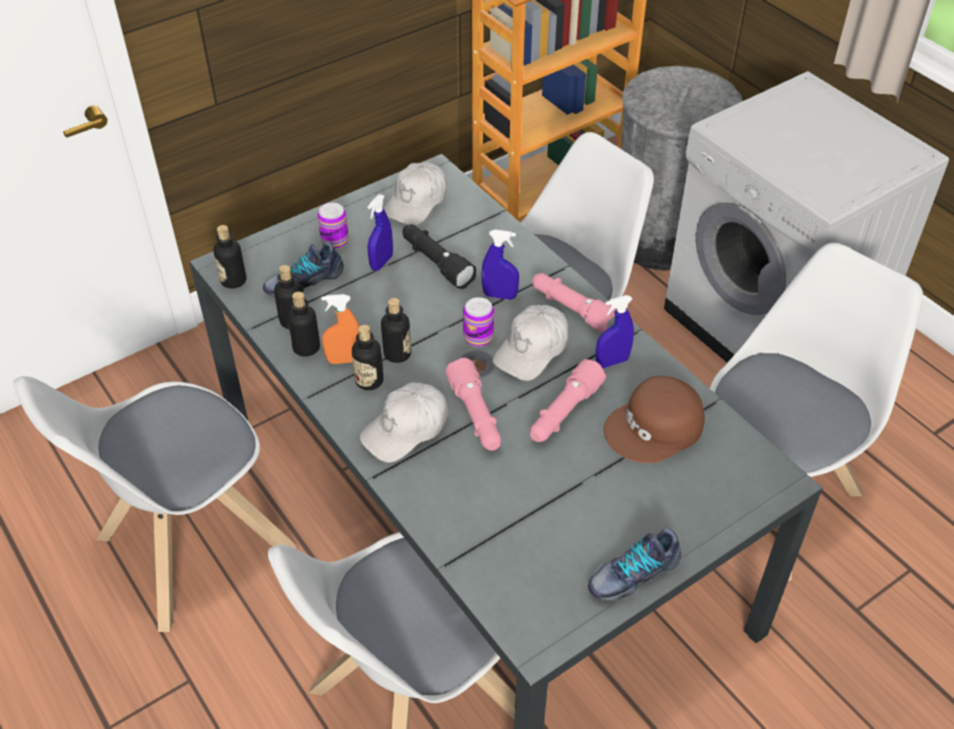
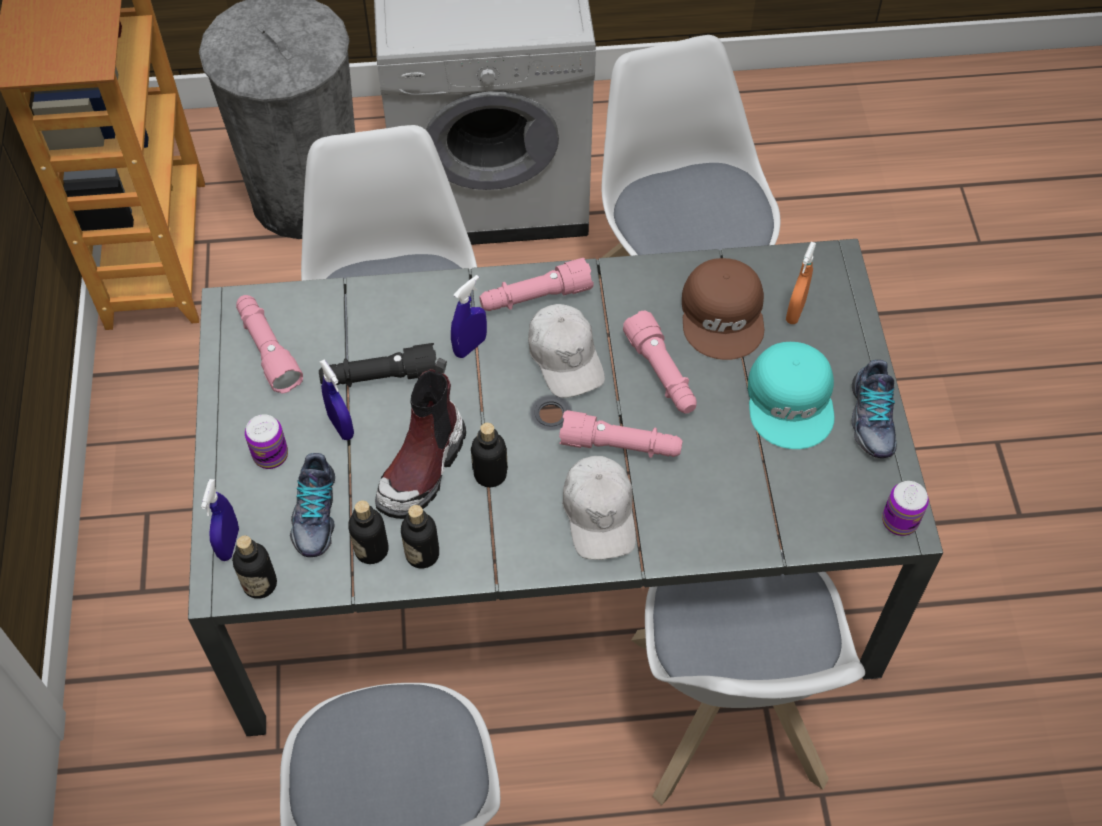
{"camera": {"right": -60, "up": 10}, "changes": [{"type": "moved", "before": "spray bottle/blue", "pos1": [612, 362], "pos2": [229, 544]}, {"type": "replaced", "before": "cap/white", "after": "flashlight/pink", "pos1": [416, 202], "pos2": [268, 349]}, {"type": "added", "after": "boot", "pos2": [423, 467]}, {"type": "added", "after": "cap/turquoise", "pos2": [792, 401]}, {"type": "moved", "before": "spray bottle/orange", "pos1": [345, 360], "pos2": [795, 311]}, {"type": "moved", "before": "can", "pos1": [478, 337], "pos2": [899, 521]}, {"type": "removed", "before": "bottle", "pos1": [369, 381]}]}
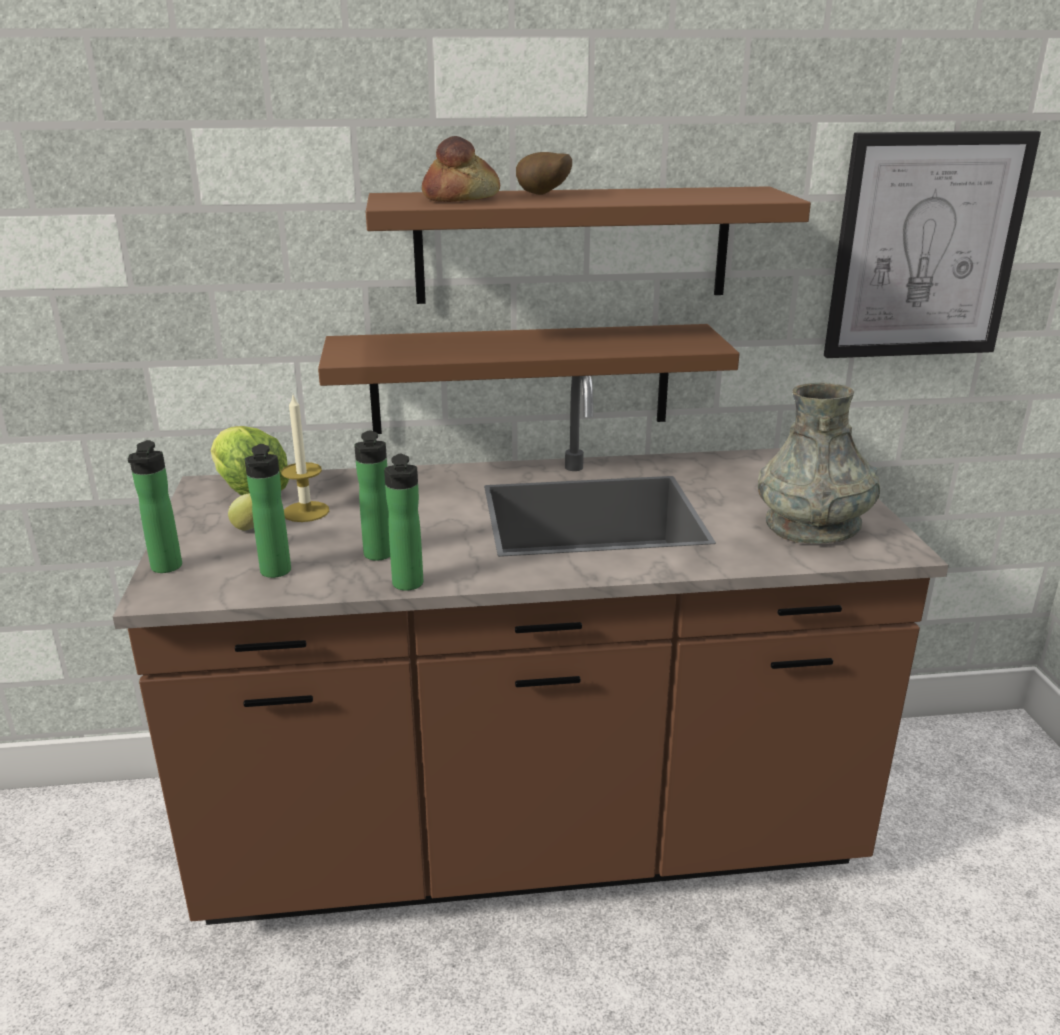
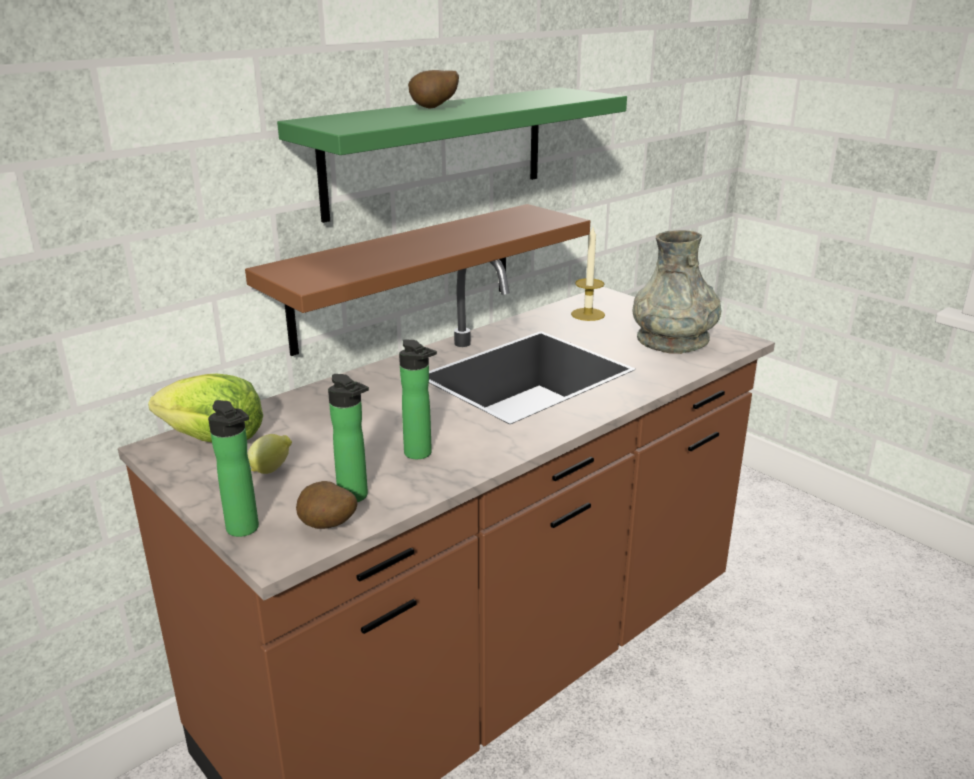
{"camera": {"right": -35, "up": 0}, "changes": [{"type": "recoloured", "before": "shelf/brown", "after": "shelf/green", "pos1": [573, 245], "pos2": [437, 151]}, {"type": "added", "after": "potato", "pos2": [327, 528]}, {"type": "moved", "before": "candle", "pos1": [306, 511], "pos2": [588, 314]}, {"type": "removed", "before": "bottle", "pos1": [408, 586]}, {"type": "removed", "before": "bread", "pos1": [461, 198]}, {"type": "removed", "before": "picture", "pos1": [925, 247]}]}
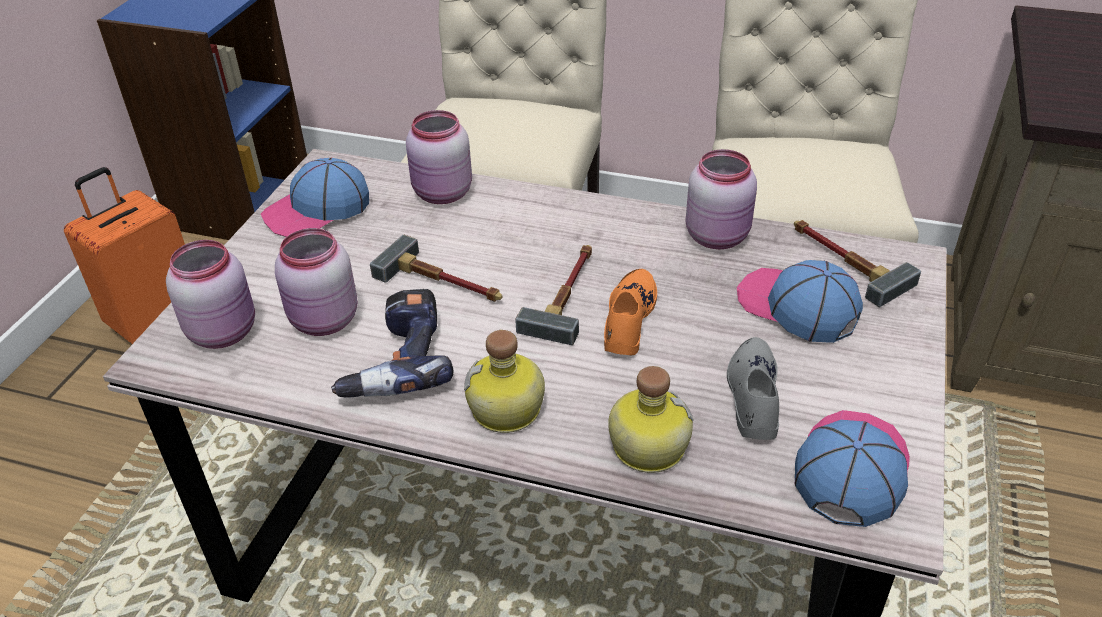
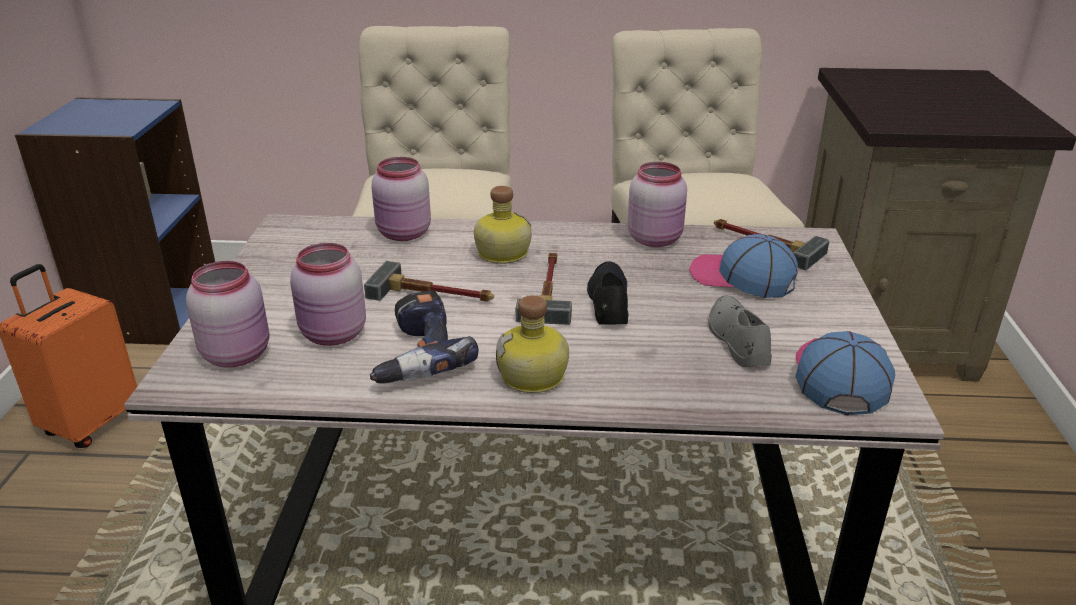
{"camera": {"right": -15, "up": -10}, "changes": [{"type": "moved", "before": "bottle", "pos1": [646, 445], "pos2": [501, 253]}, {"type": "recoloured", "before": "shoe/orange", "after": "shoe/black", "pos1": [628, 319], "pos2": [608, 301]}, {"type": "removed", "before": "cap", "pos1": [317, 210]}]}
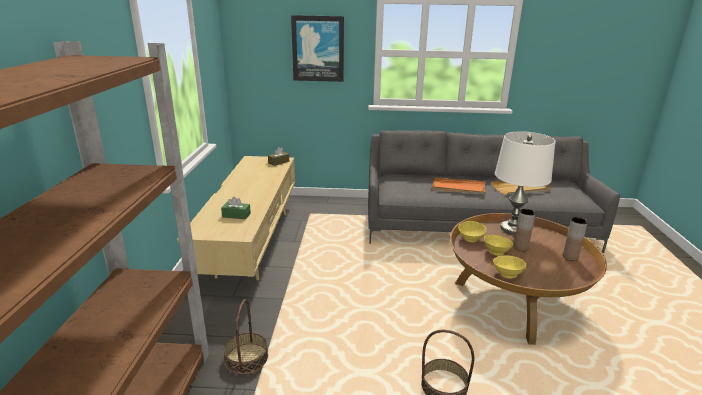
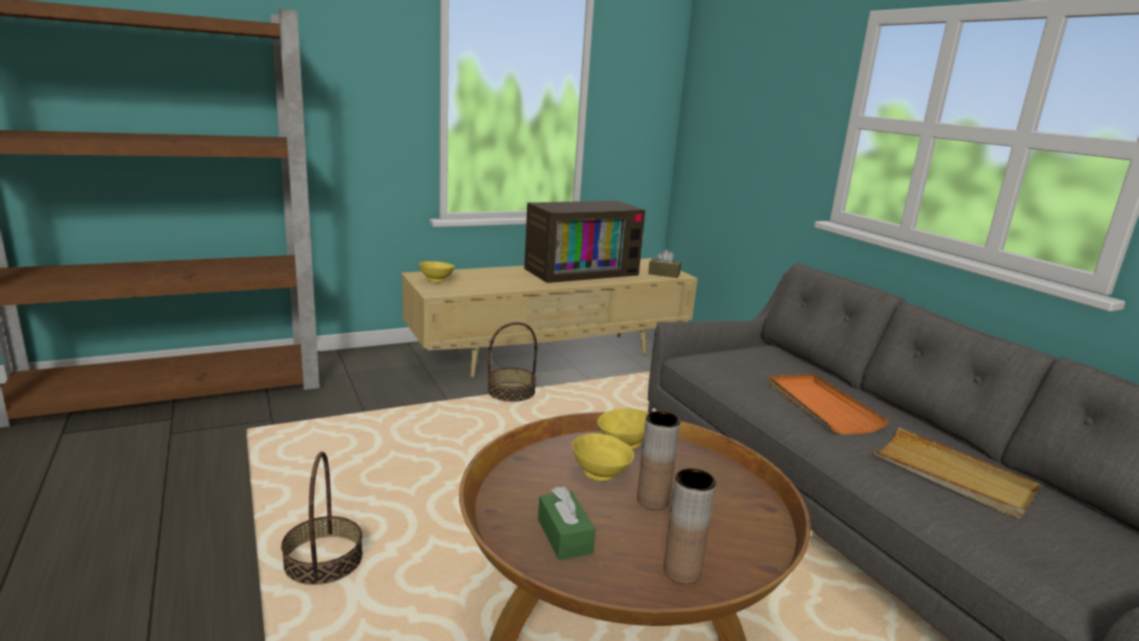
{"camera": {"right": 60, "up": -5}, "changes": [{"type": "moved", "before": "bowl/yellow", "pos1": [507, 274], "pos2": [437, 280]}, {"type": "moved", "before": "basket", "pos1": [246, 358], "pos2": [511, 392]}, {"type": "added", "after": "television", "pos2": [581, 271]}, {"type": "moved", "before": "tissue box/green", "pos1": [236, 215], "pos2": [564, 536]}, {"type": "removed", "before": "picture", "pos1": [318, 49]}, {"type": "removed", "before": "table lamp/white", "pos1": [513, 229]}]}
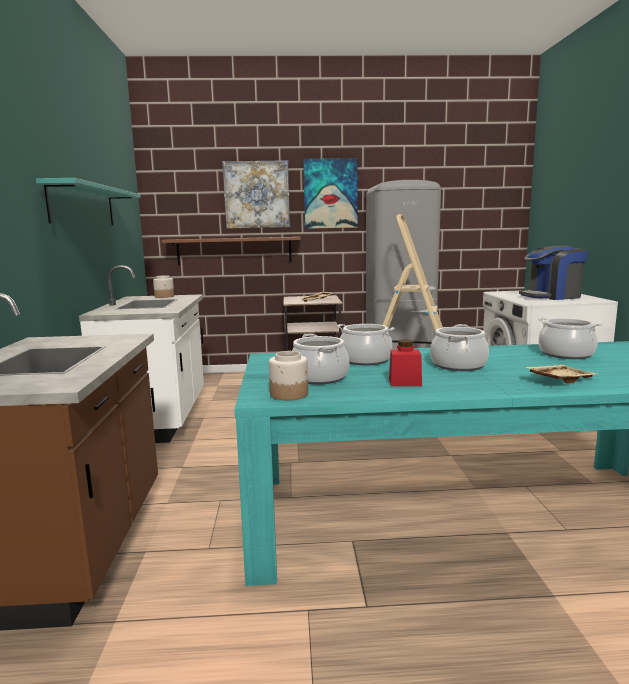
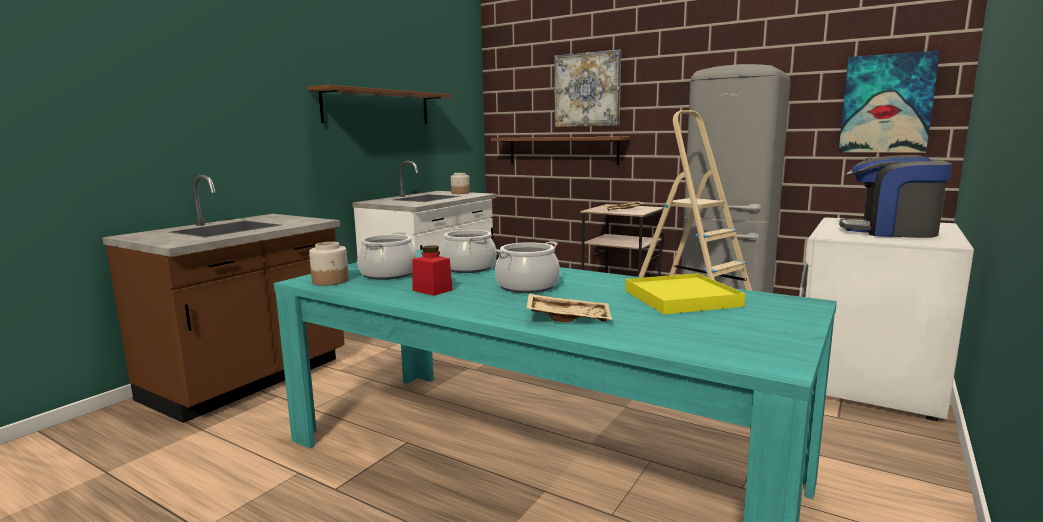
{"camera": {"right": 35, "up": 0}, "changes": [{"type": "recoloured", "before": "shelf/turquoise", "after": "shelf/brown", "pos1": [83, 206], "pos2": [378, 107]}, {"type": "replaced", "before": "cooking pot", "after": "tray/yellow", "pos1": [566, 354], "pos2": [681, 298]}, {"type": "moved", "before": "picture", "pos1": [330, 194], "pos2": [886, 104]}]}
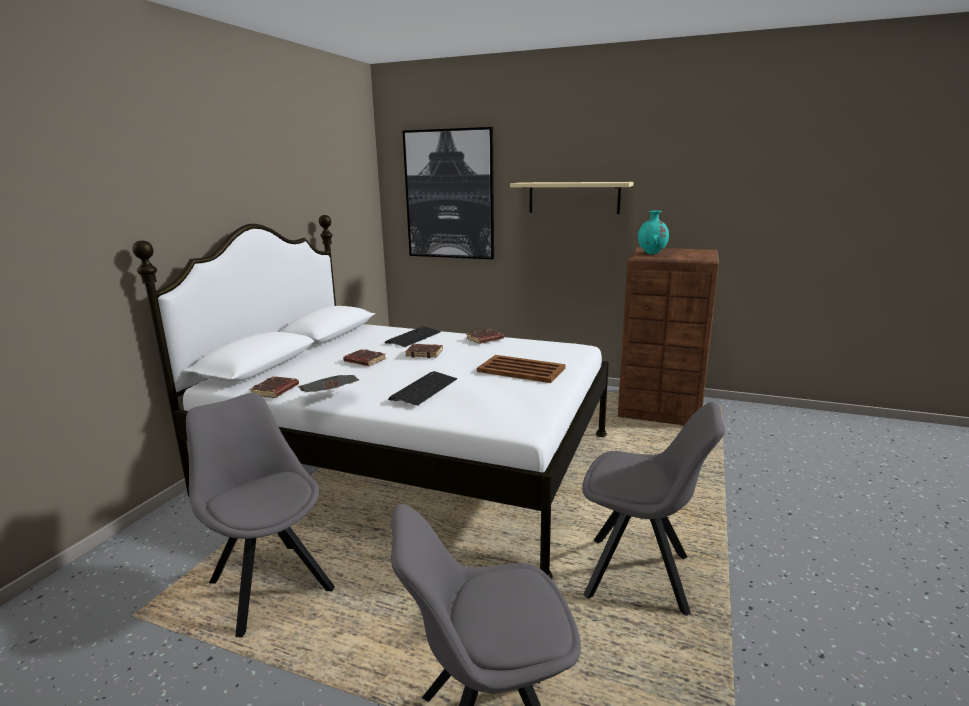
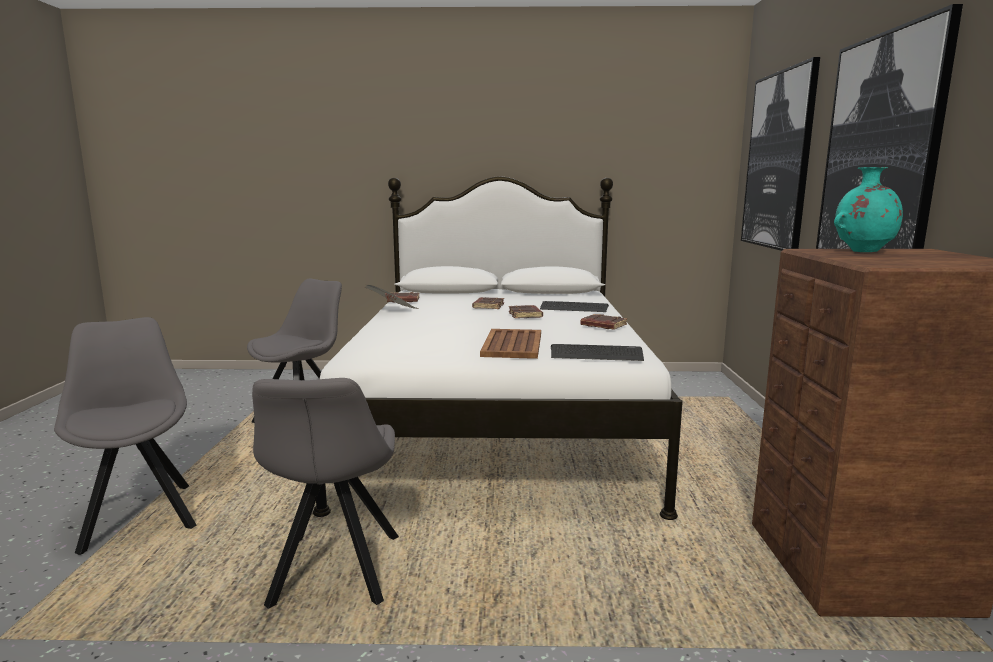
{"camera": {"right": 70, "up": -5}, "changes": [{"type": "moved", "before": "keyboard", "pos1": [424, 389], "pos2": [596, 354]}, {"type": "replaced", "before": "shelf/beige", "after": "picture", "pos1": [574, 197], "pos2": [879, 156]}]}
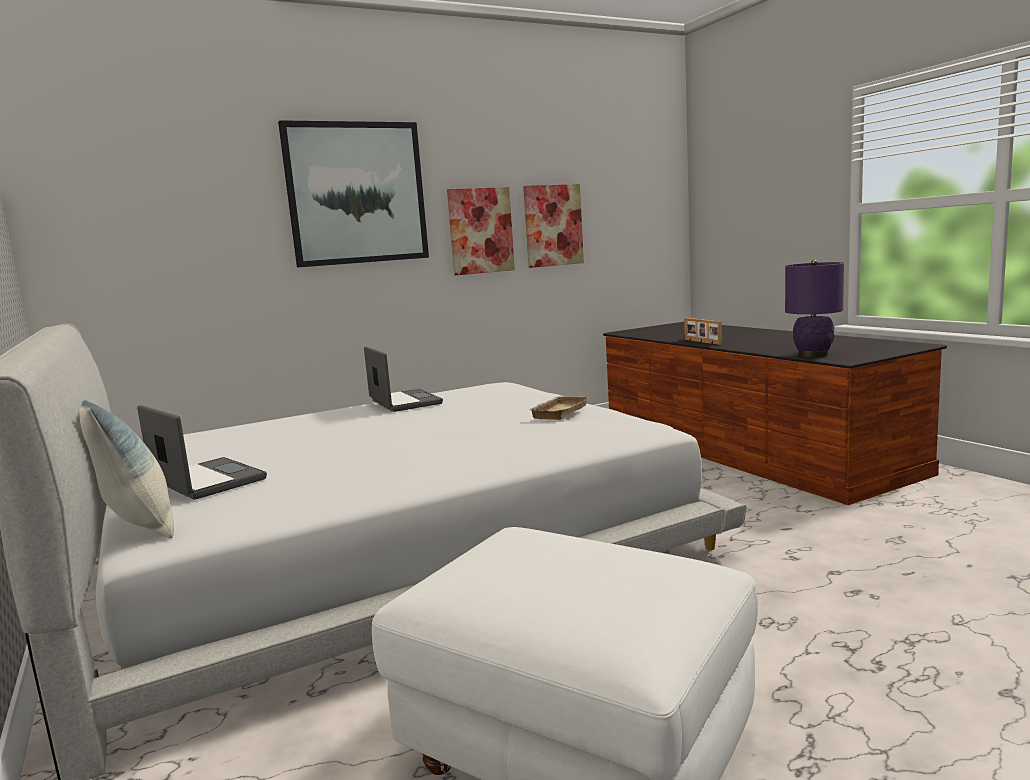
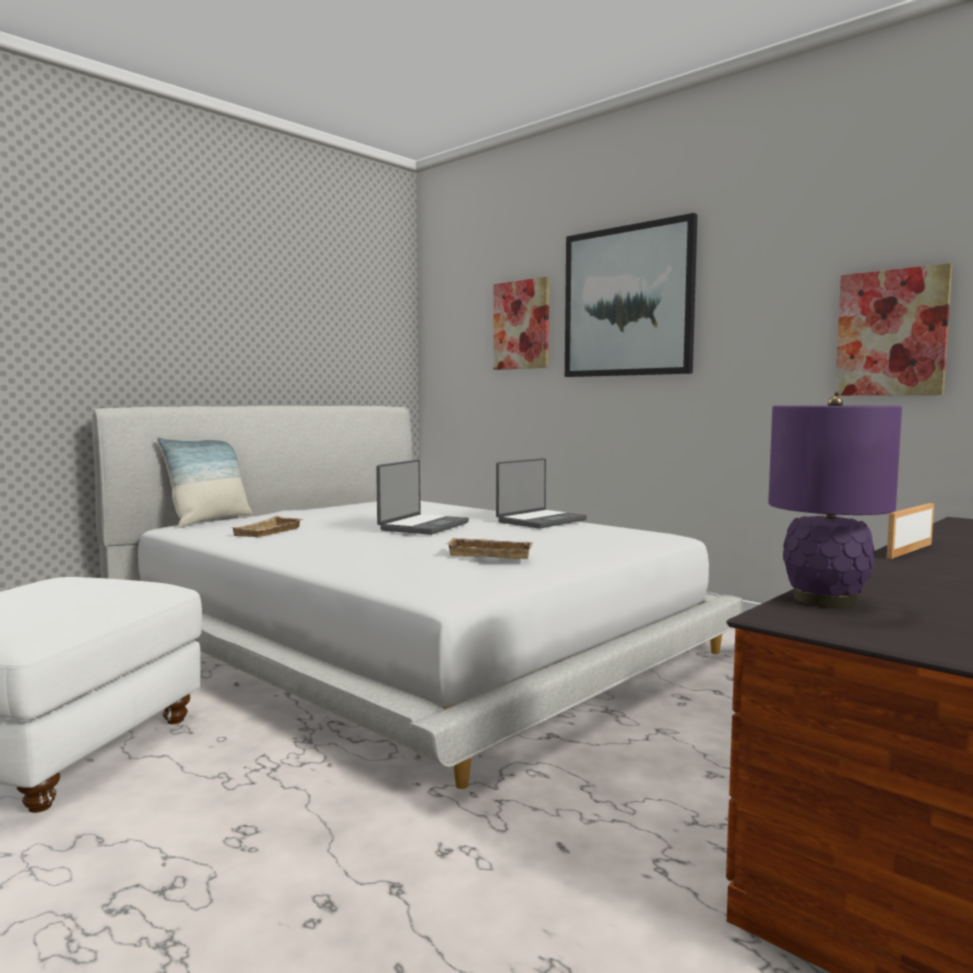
{"camera": {"right": 70, "up": -5}, "changes": [{"type": "added", "after": "tray/beige", "pos2": [269, 532]}, {"type": "moved", "before": "laptop", "pos1": [205, 481], "pos2": [423, 526]}, {"type": "moved", "before": "picture", "pos1": [480, 231], "pos2": [521, 325]}]}
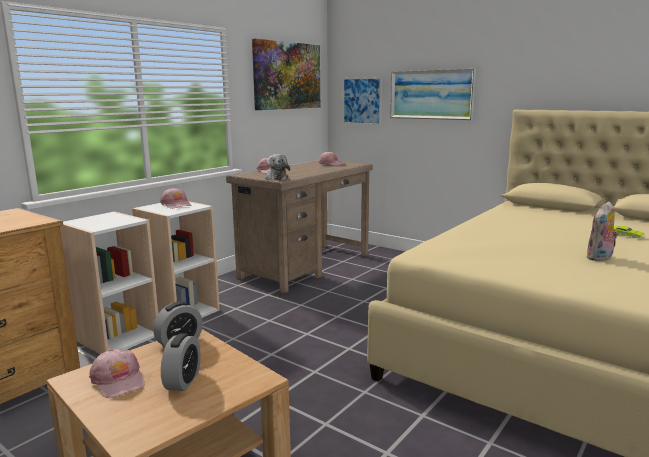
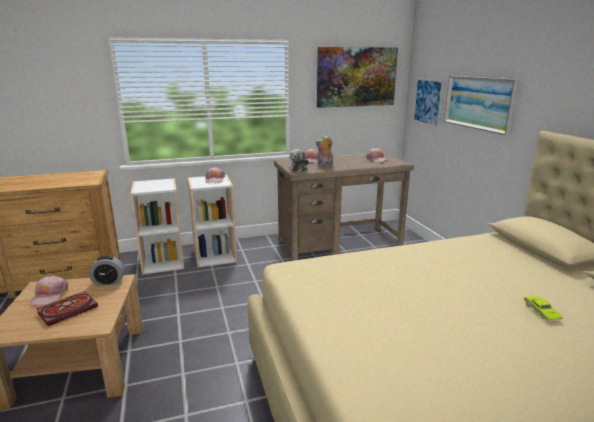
{"camera": {"right": 35, "up": 5}, "changes": [{"type": "replaced", "before": "alarm clock", "after": "book", "pos1": [183, 381], "pos2": [69, 309]}, {"type": "moved", "before": "plush toy", "pos1": [600, 258], "pos2": [324, 165]}]}
